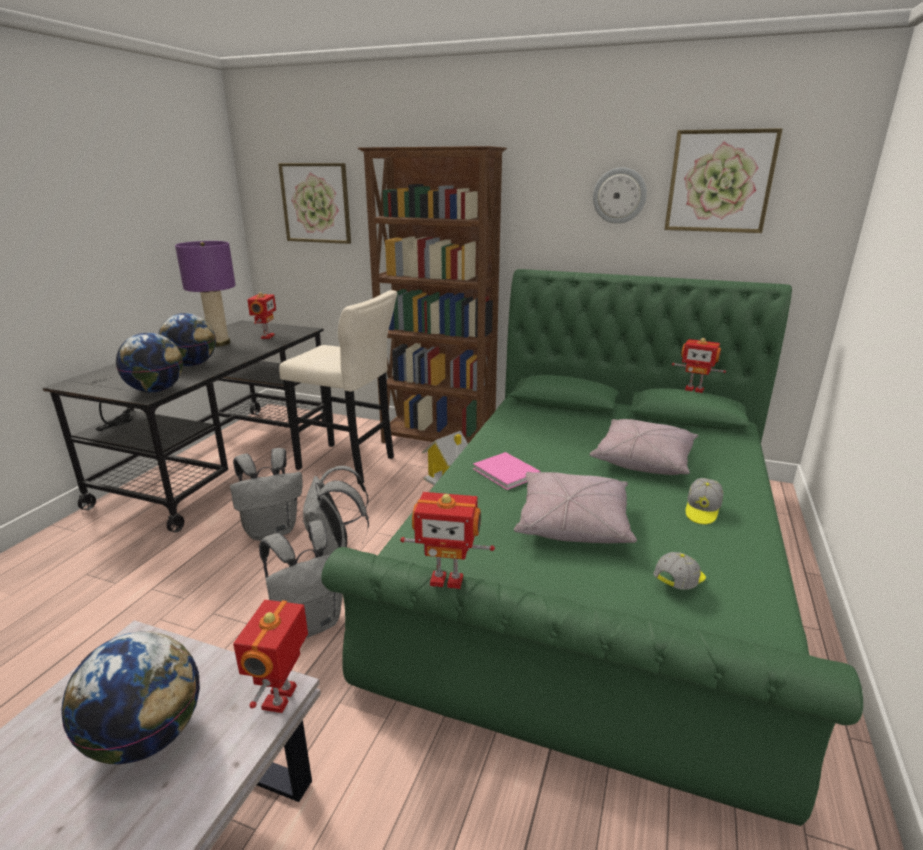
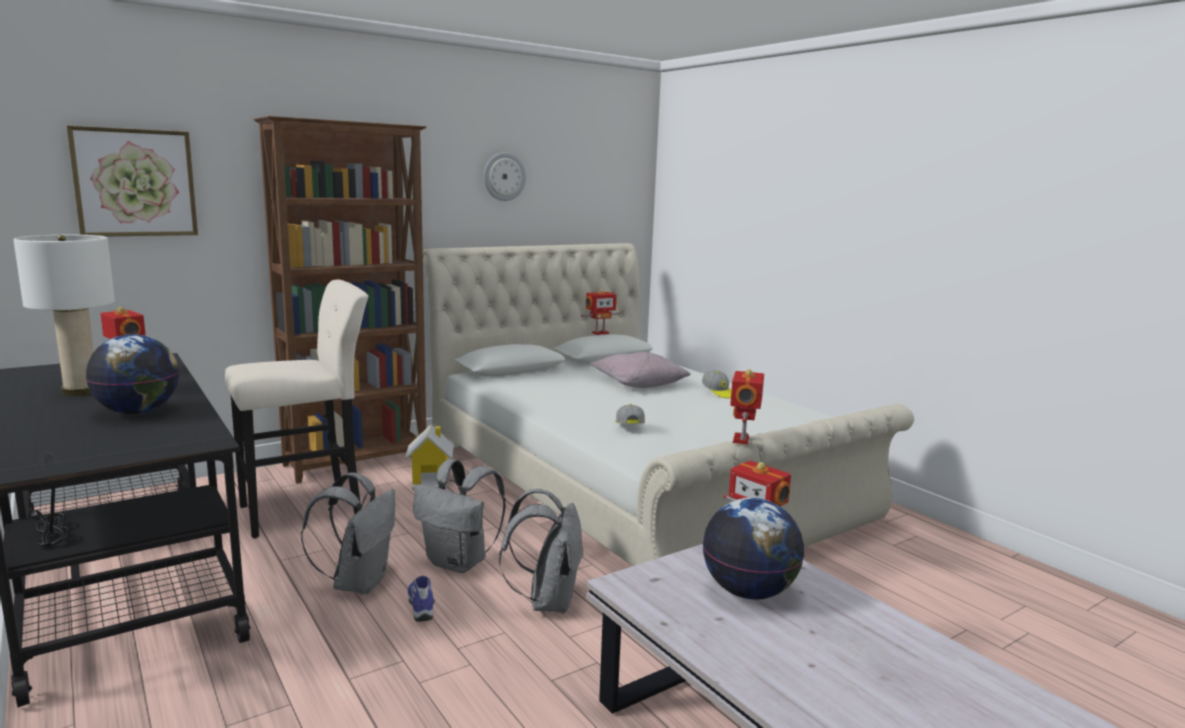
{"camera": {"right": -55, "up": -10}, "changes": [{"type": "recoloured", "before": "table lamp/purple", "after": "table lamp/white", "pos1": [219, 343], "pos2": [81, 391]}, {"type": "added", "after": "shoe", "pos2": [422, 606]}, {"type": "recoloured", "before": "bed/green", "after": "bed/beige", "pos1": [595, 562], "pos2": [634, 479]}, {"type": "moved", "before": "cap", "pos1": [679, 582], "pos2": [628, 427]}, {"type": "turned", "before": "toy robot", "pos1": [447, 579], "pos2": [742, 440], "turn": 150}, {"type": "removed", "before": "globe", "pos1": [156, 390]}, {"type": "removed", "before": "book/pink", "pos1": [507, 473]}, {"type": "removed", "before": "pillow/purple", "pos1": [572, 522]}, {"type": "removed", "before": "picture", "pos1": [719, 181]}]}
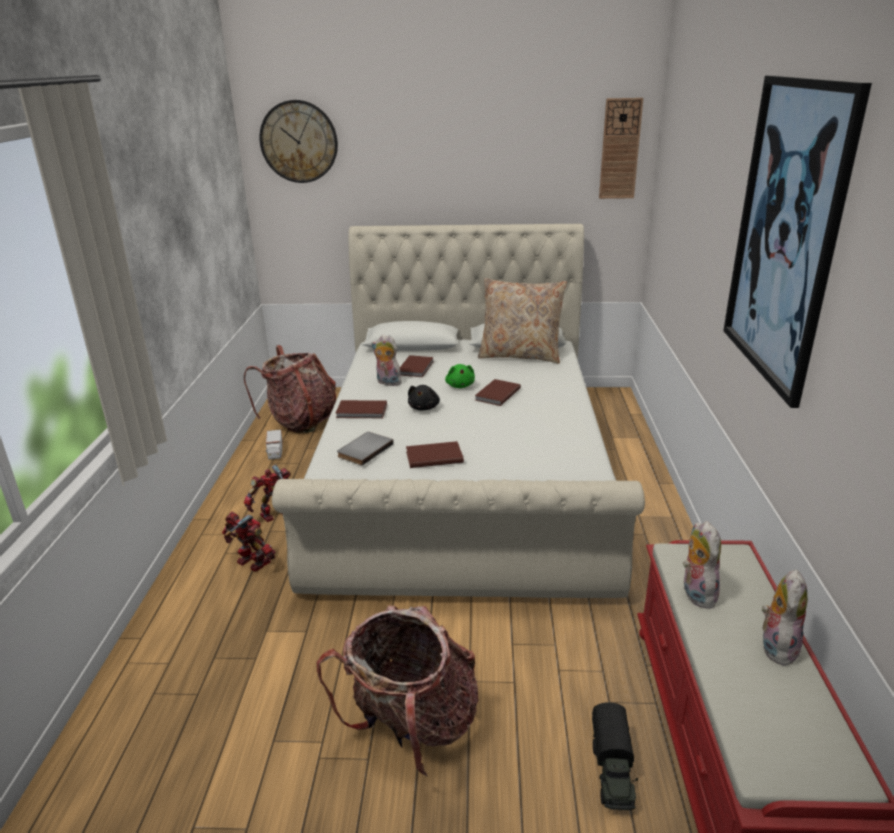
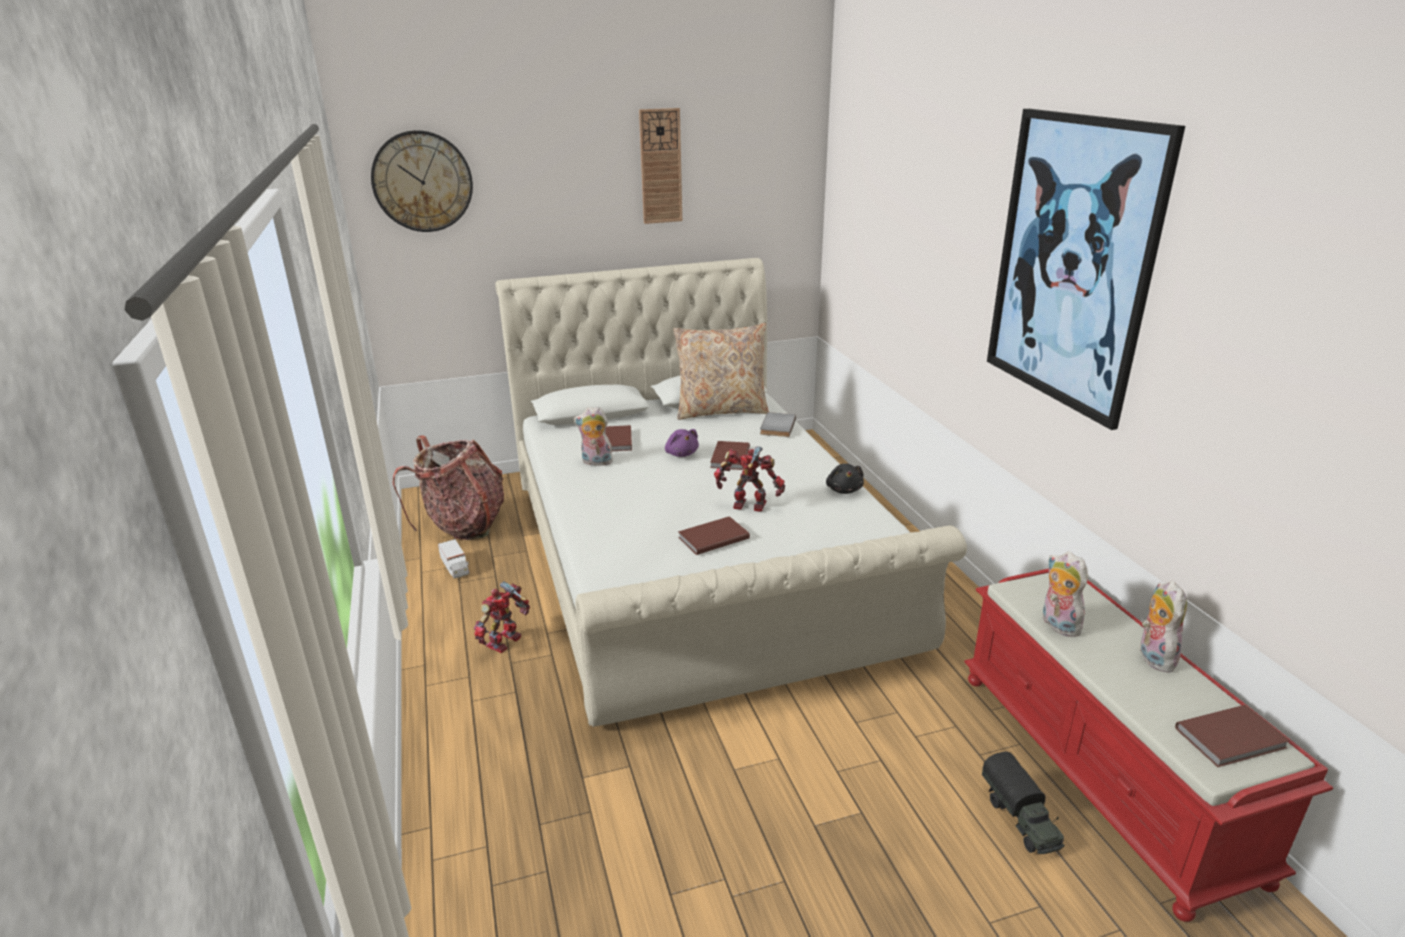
{"camera": {"right": -20, "up": 0}, "changes": [{"type": "moved", "before": "wall clock", "pos1": [620, 149], "pos2": [660, 166]}, {"type": "recoloured", "before": "plush toy/green", "after": "plush toy/purple", "pos1": [460, 385], "pos2": [681, 453]}, {"type": "moved", "before": "toy robot", "pos1": [252, 564], "pos2": [749, 506]}, {"type": "moved", "before": "book/grey", "pos1": [363, 450], "pos2": [776, 426]}, {"type": "moved", "before": "plush toy/black", "pos1": [424, 407], "pos2": [844, 489]}, {"type": "moved", "before": "book/brown", "pos1": [362, 411], "pos2": [1232, 739]}, {"type": "removed", "before": "backpack", "pos1": [412, 726]}]}
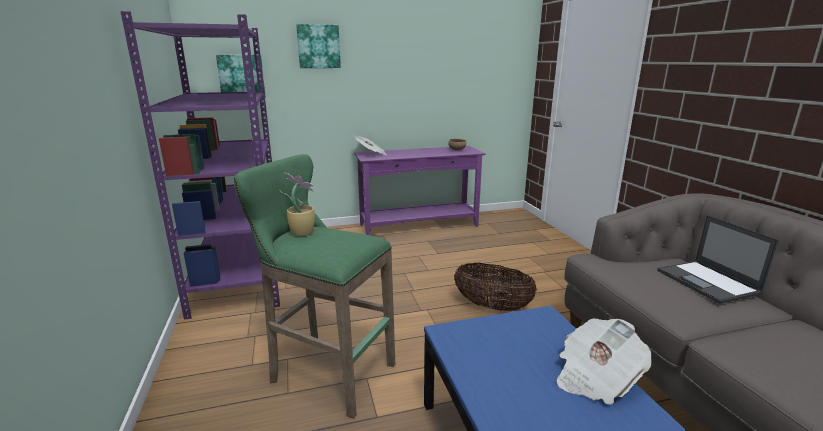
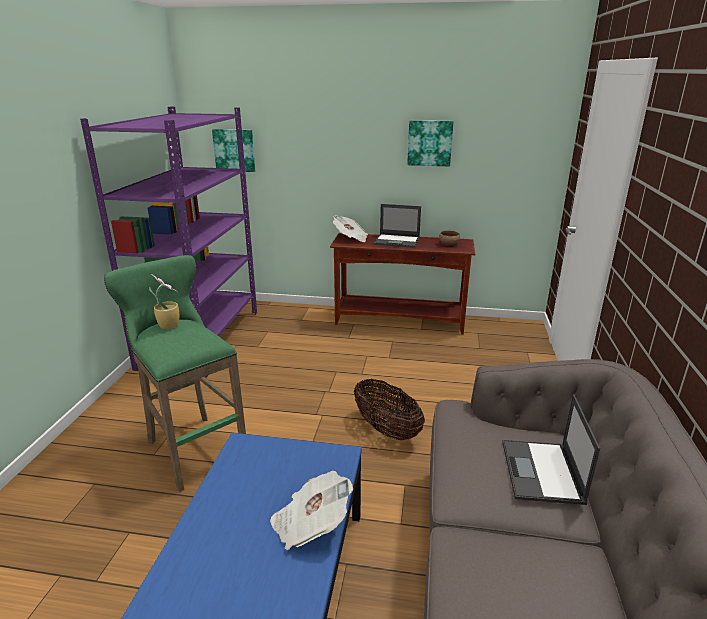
{"camera": {"right": 25, "up": 5}, "changes": [{"type": "recoloured", "before": "console table/purple", "after": "console table/brown", "pos1": [419, 225], "pos2": [400, 320]}, {"type": "added", "after": "laptop", "pos2": [397, 241]}, {"type": "moved", "before": "picture", "pos1": [318, 46], "pos2": [430, 143]}]}
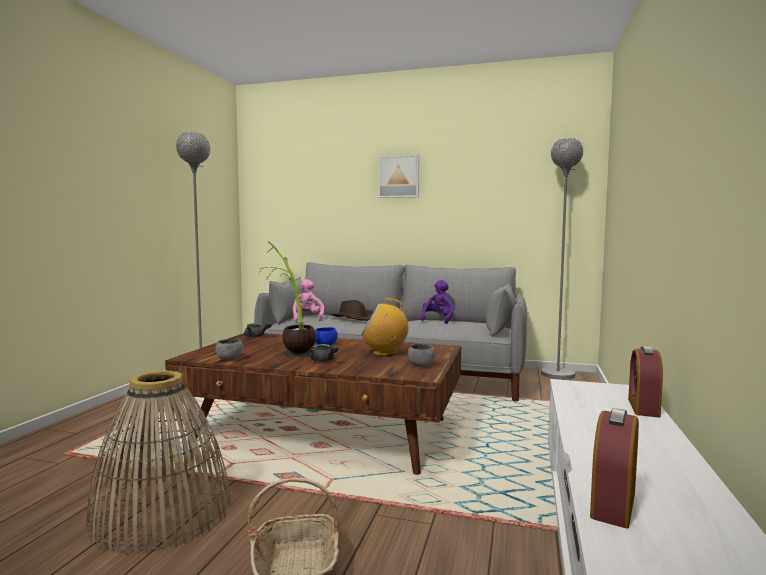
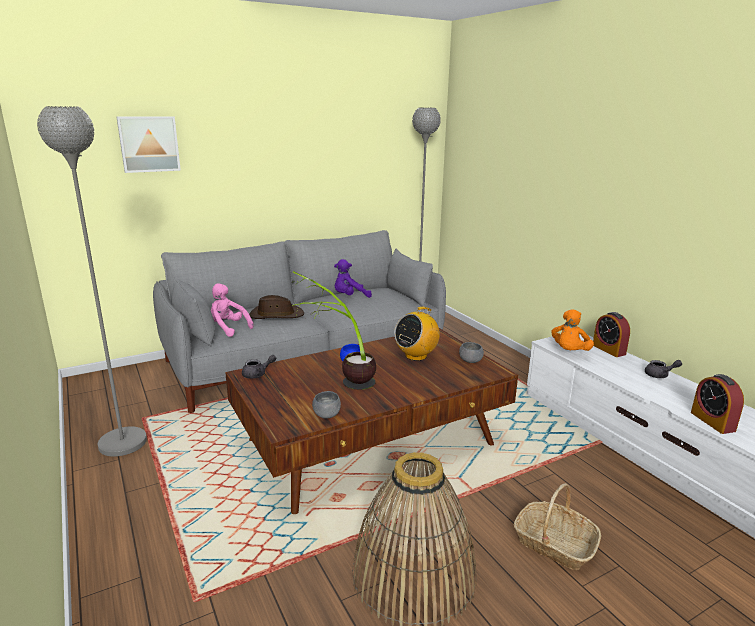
{"camera": {"right": -45, "up": 15}, "changes": [{"type": "moved", "before": "picture", "pos1": [399, 177], "pos2": [149, 144]}, {"type": "turned", "before": "plush toy/purple", "pos1": [438, 320], "pos2": [350, 297], "turn": -90}, {"type": "added", "after": "plush toy/orange", "pos2": [569, 352]}, {"type": "moved", "before": "teapot/grey", "pos1": [324, 361], "pos2": [660, 375]}]}
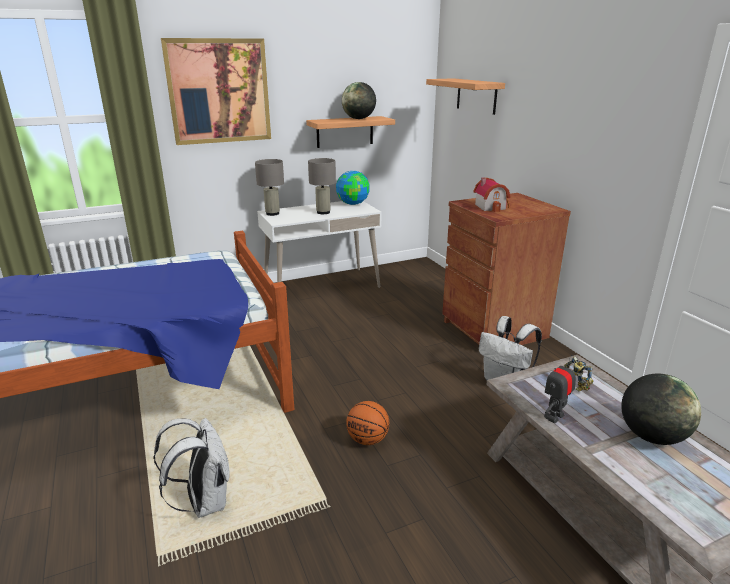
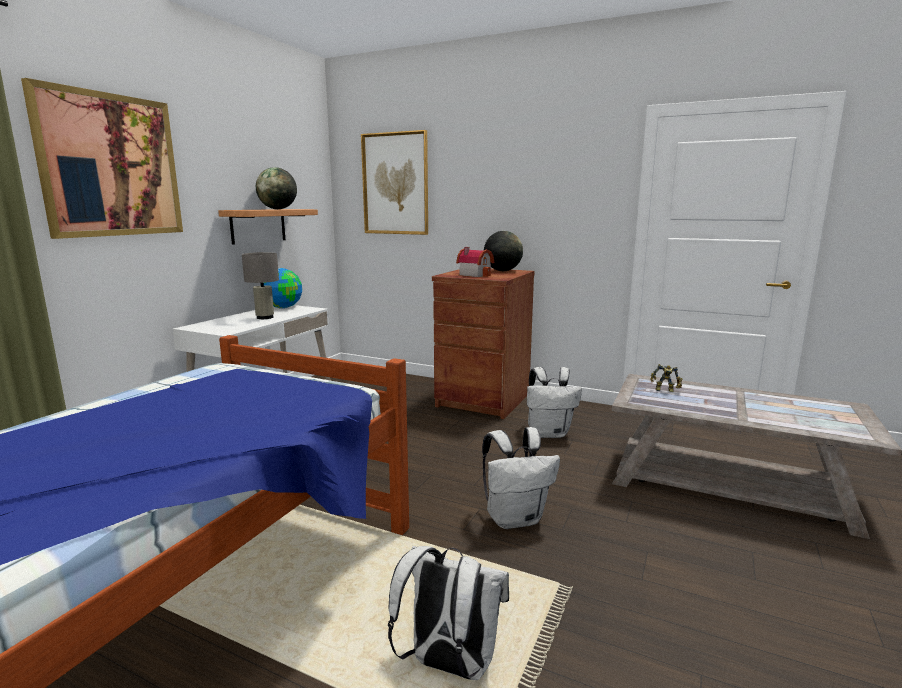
{"camera": {"right": -40, "up": -10}, "changes": [{"type": "replaced", "before": "shelf", "after": "picture", "pos1": [476, 96], "pos2": [395, 184]}, {"type": "replaced", "before": "basketball", "after": "backpack/white", "pos1": [367, 439], "pos2": [515, 518]}, {"type": "moved", "before": "globe", "pos1": [652, 436], "pos2": [502, 271]}, {"type": "removed", "before": "table lamp/grey", "pos1": [273, 213]}, {"type": "removed", "before": "toy robot", "pos1": [554, 416]}]}
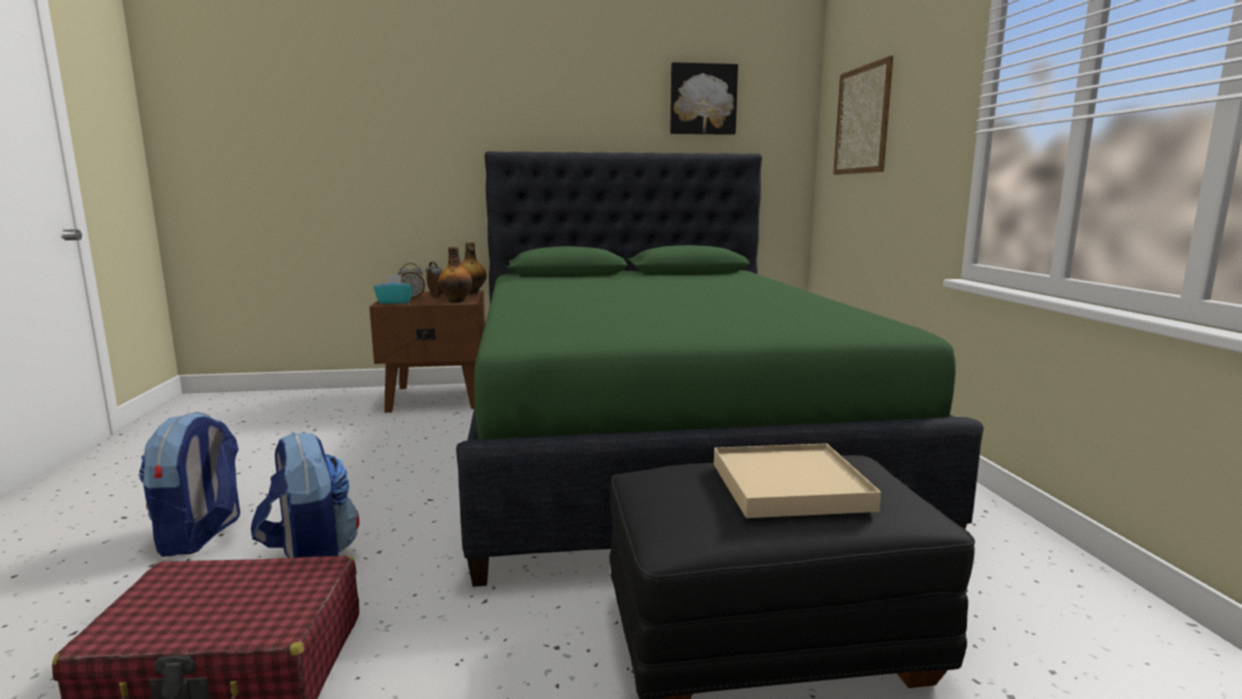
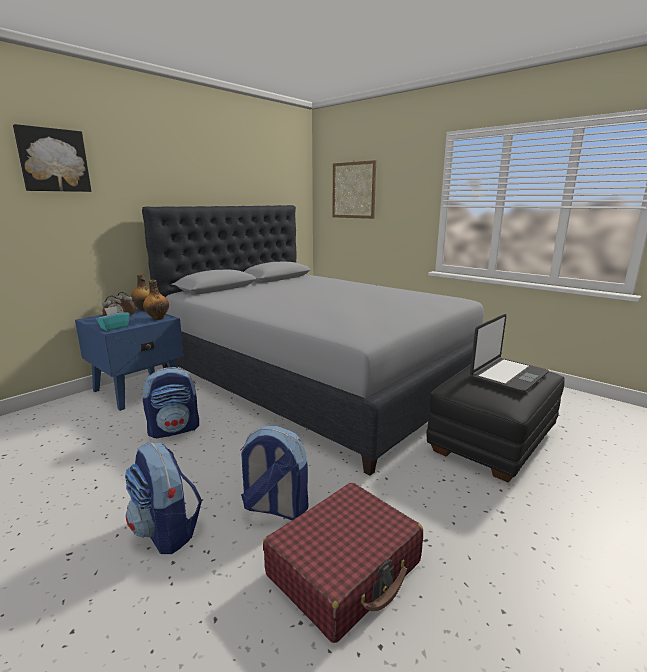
{"camera": {"right": -40, "up": 5}, "changes": [{"type": "moved", "before": "picture", "pos1": [702, 99], "pos2": [53, 160]}, {"type": "recoloured", "before": "nightstand/brown", "after": "nightstand/blue", "pos1": [438, 397], "pos2": [139, 389]}, {"type": "recoloured", "before": "bed/green", "after": "bed/grey", "pos1": [659, 441], "pos2": [316, 377]}, {"type": "added", "after": "backpack", "pos2": [174, 429]}, {"type": "replaced", "before": "tray/beige", "after": "laptop", "pos1": [790, 486], "pos2": [508, 375]}]}
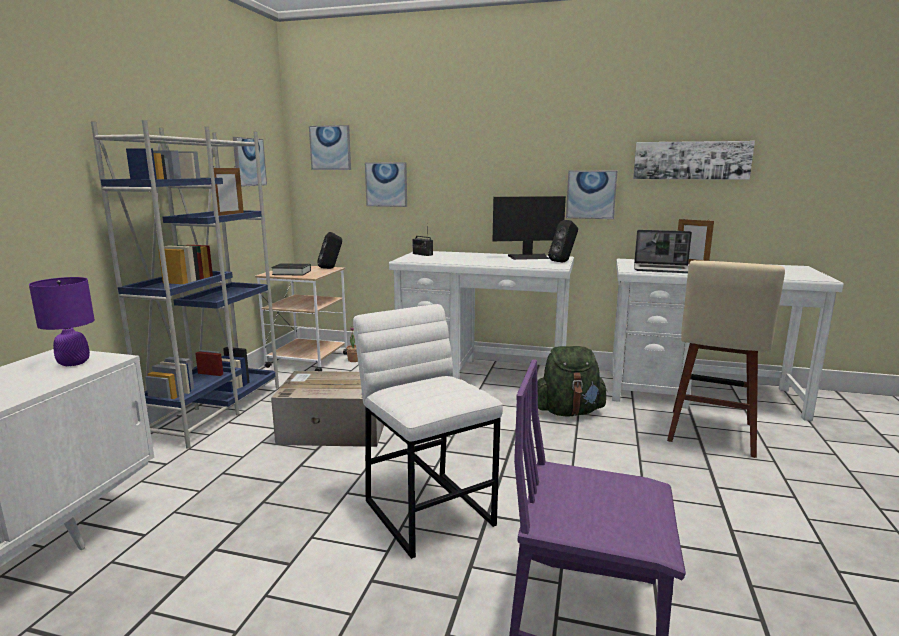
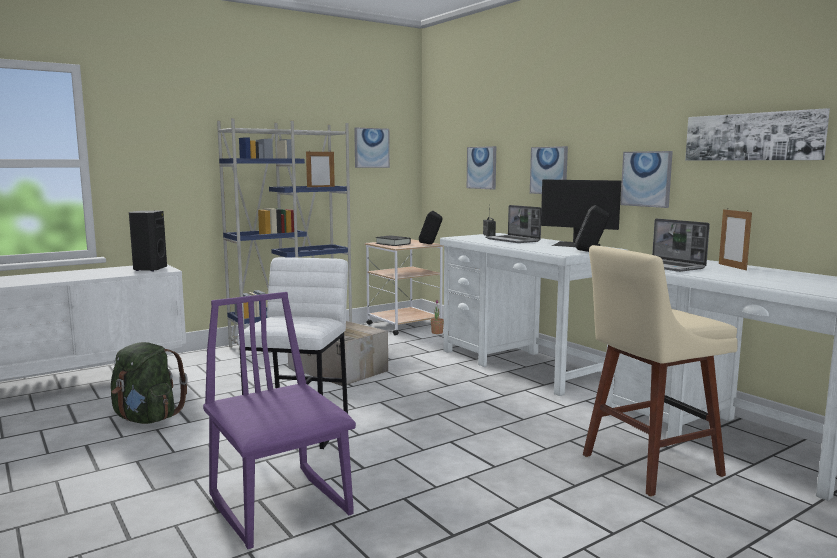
{"camera": {"right": 40, "up": -5}, "changes": [{"type": "moved", "before": "backpack/green", "pos1": [568, 412], "pos2": [147, 419]}, {"type": "replaced", "before": "table lamp/purple", "after": "speaker/black", "pos1": [72, 363], "pos2": [149, 269]}, {"type": "added", "after": "laptop", "pos2": [513, 240]}, {"type": "moved", "before": "picture", "pos1": [330, 148], "pos2": [549, 170]}]}
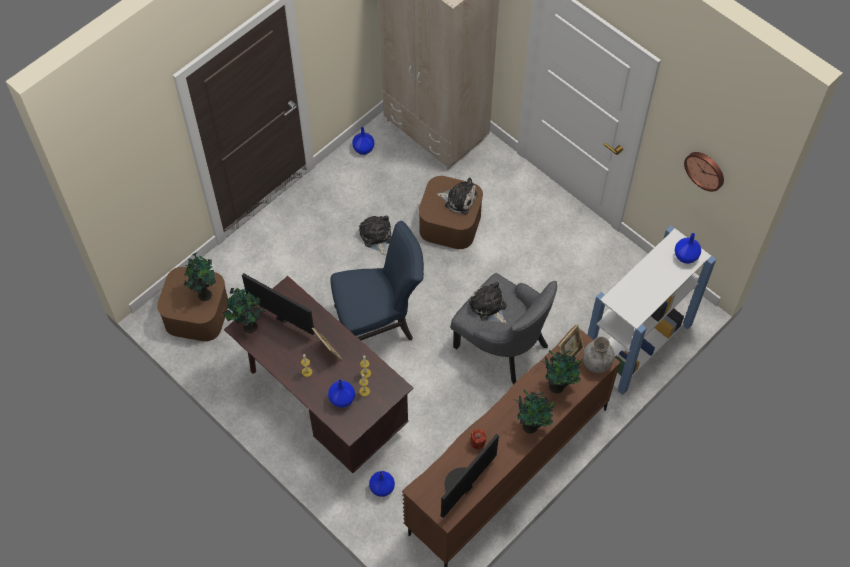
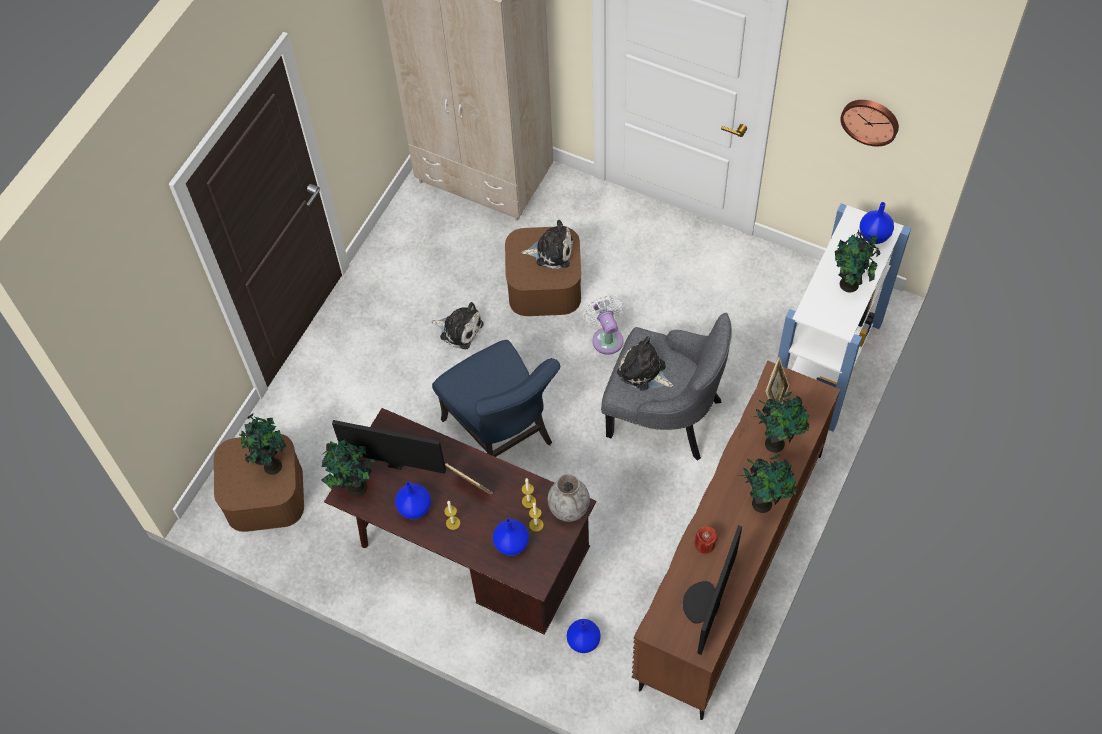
{"camera": {"right": -15, "up": 0}, "changes": [{"type": "moved", "before": "vase/blue", "pos1": [363, 149], "pos2": [414, 509]}, {"type": "turned", "before": "plush toy", "pos1": [376, 237], "pos2": [459, 329], "turn": 150}, {"type": "turned", "before": "chair/blue", "pos1": [379, 323], "pos2": [502, 435], "turn": 90}, {"type": "moved", "before": "vase/grey", "pos1": [596, 363], "pos2": [569, 508]}, {"type": "added", "after": "fan/white", "pos2": [606, 338]}, {"type": "added", "after": "potted plant", "pos2": [850, 286]}]}
